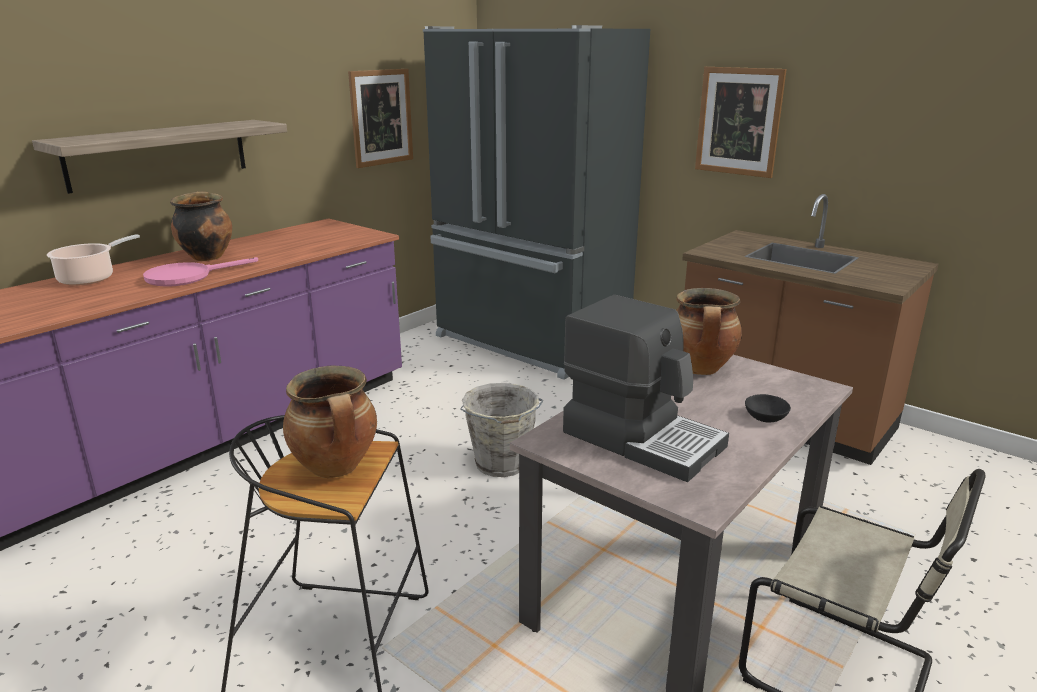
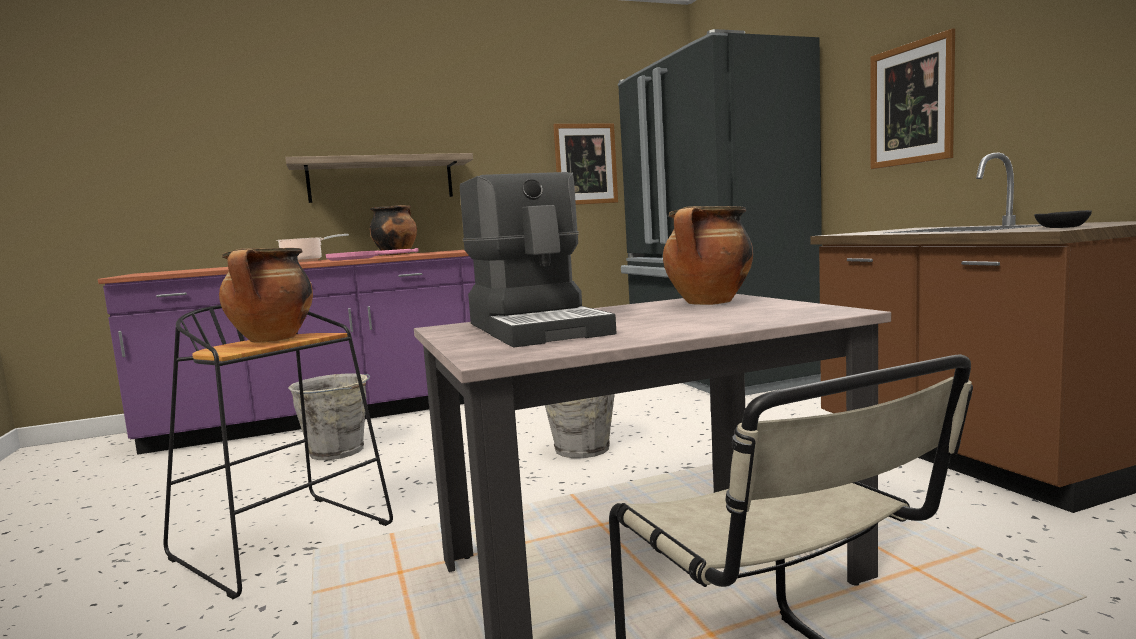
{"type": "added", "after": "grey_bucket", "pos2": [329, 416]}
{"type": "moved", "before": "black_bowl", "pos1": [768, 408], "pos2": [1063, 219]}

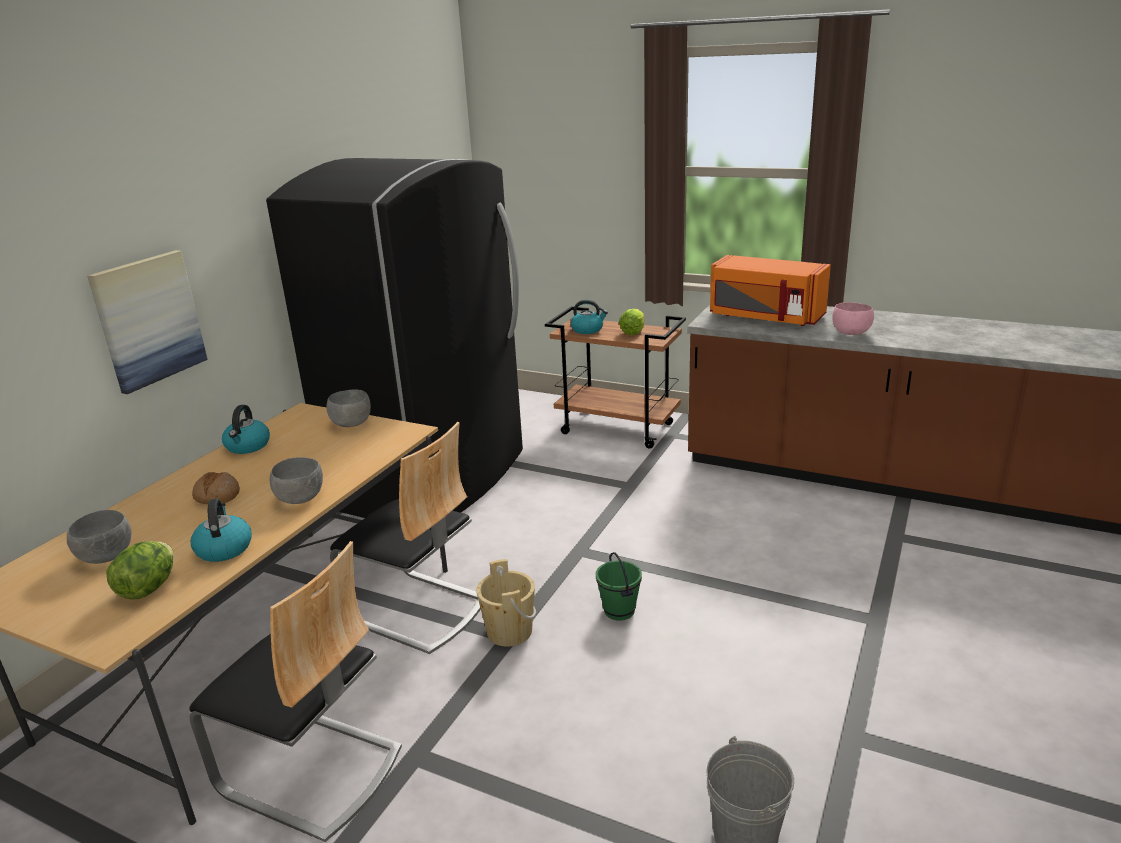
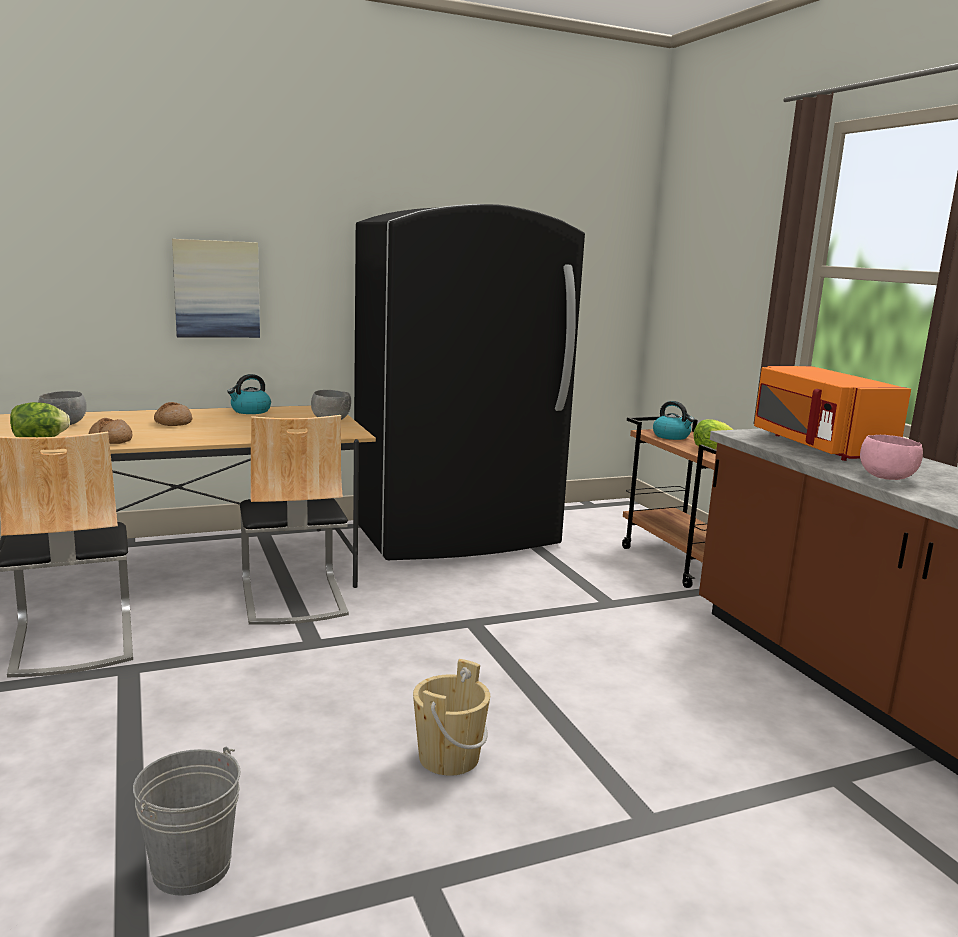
{"type": "removed", "before": "grey_bowl", "pos1": [296, 480]}
{"type": "removed", "before": "green_bucket", "pos1": [619, 586]}
{"type": "moved", "before": "beige_bucket", "pos1": [506, 603], "pos2": [451, 717]}
{"type": "replaced", "before": "kettle", "after": "bread", "pos1": [221, 530], "pos2": [110, 431]}

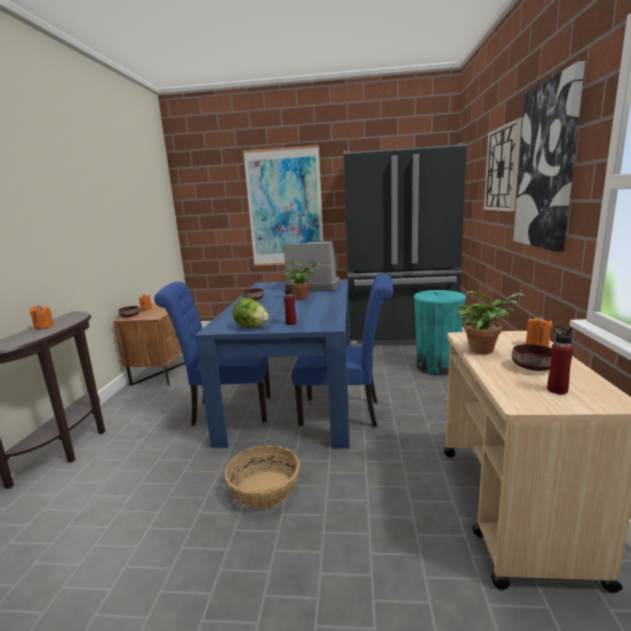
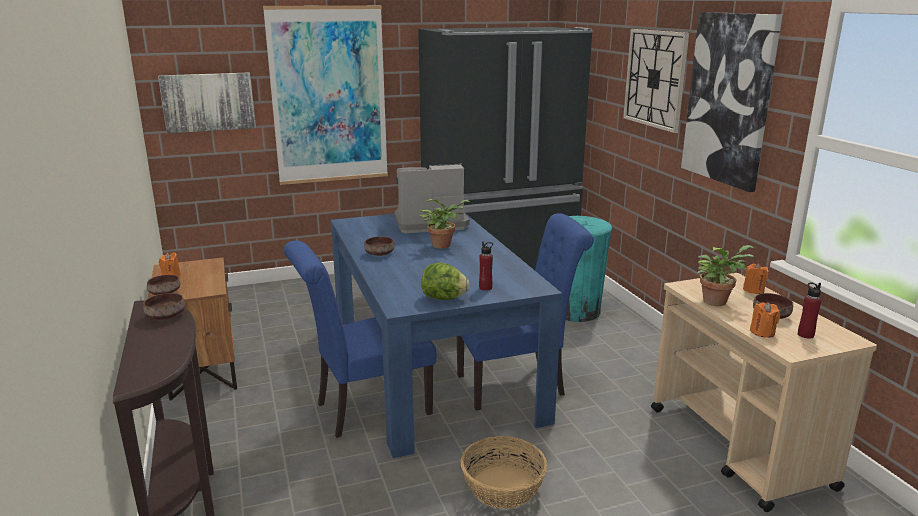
{"type": "added", "after": "brown_bowl", "pos2": [164, 306]}
{"type": "added", "after": "picture", "pos2": [207, 102]}
{"type": "moved", "before": "orange_candle", "pos1": [42, 317], "pos2": [765, 320]}

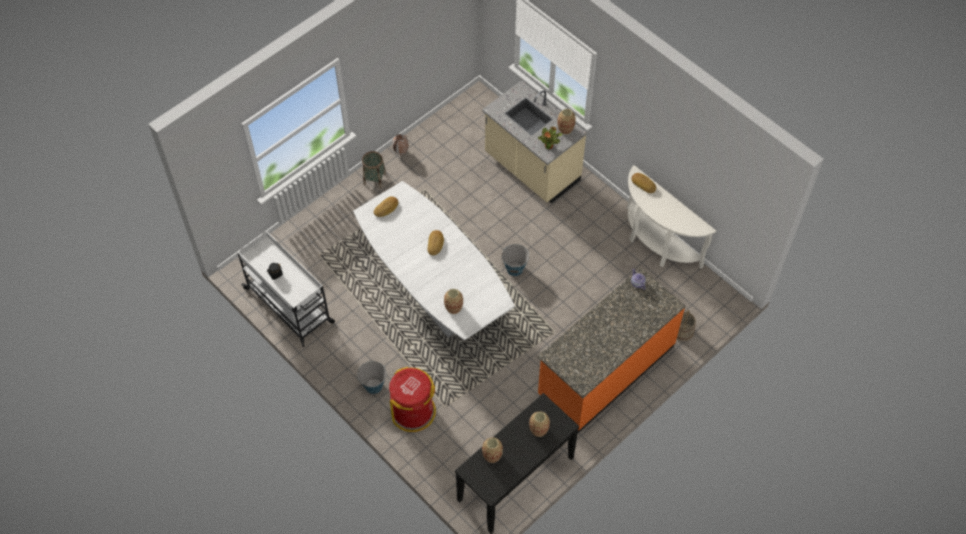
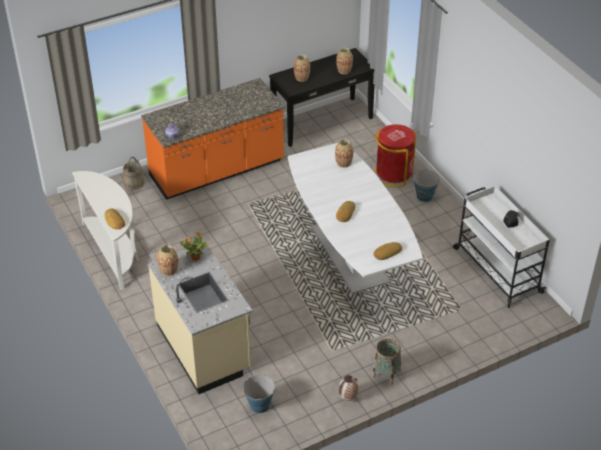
{"type": "moved", "before": "bucket", "pos1": [515, 260], "pos2": [259, 394]}

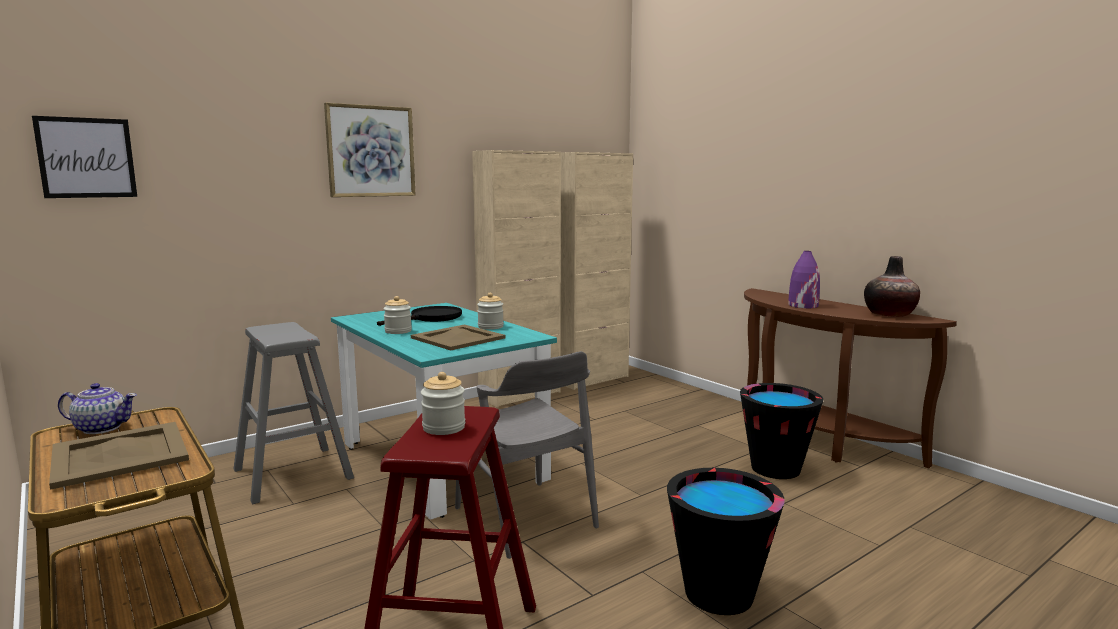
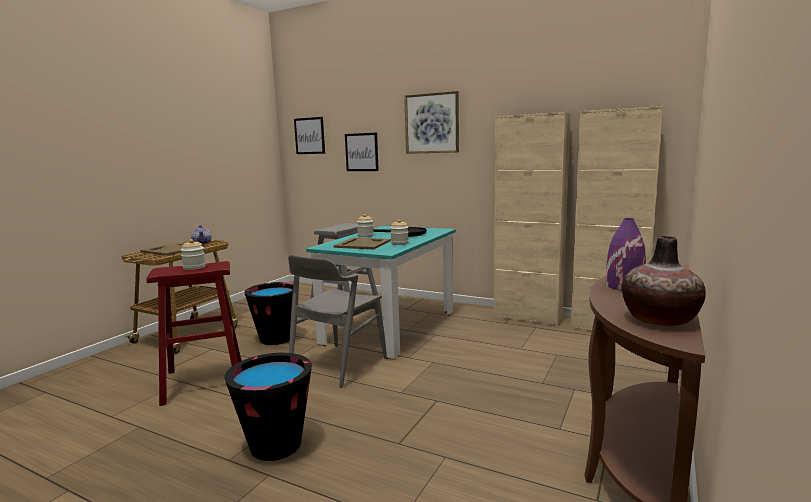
{"type": "added", "after": "picture", "pos2": [362, 152]}
{"type": "moved", "before": "black_bucket", "pos1": [781, 431], "pos2": [269, 313]}

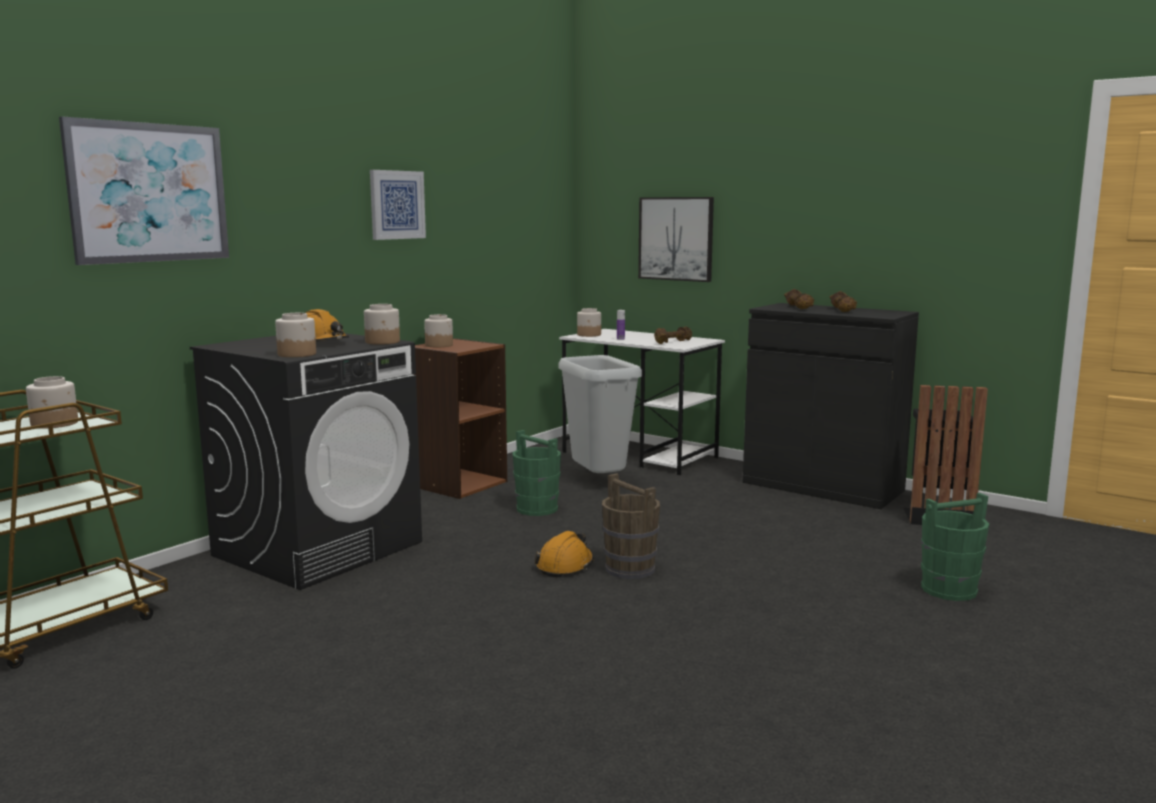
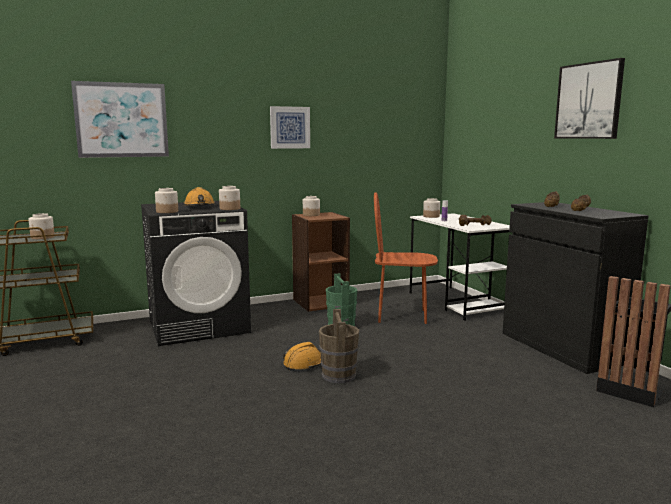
{"type": "removed", "before": "green_bucket", "pos1": [955, 547]}
{"type": "moved", "before": "picture", "pos1": [676, 239], "pos2": [589, 98]}
{"type": "replaced", "before": "grey_trash_can", "after": "brown_chair", "pos1": [600, 414], "pos2": [406, 258]}

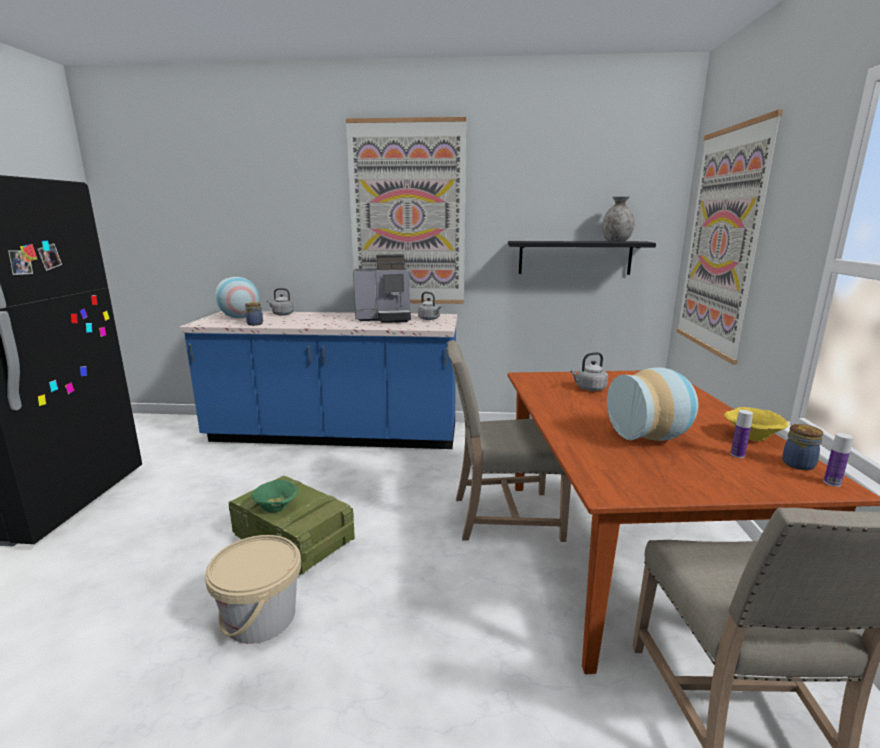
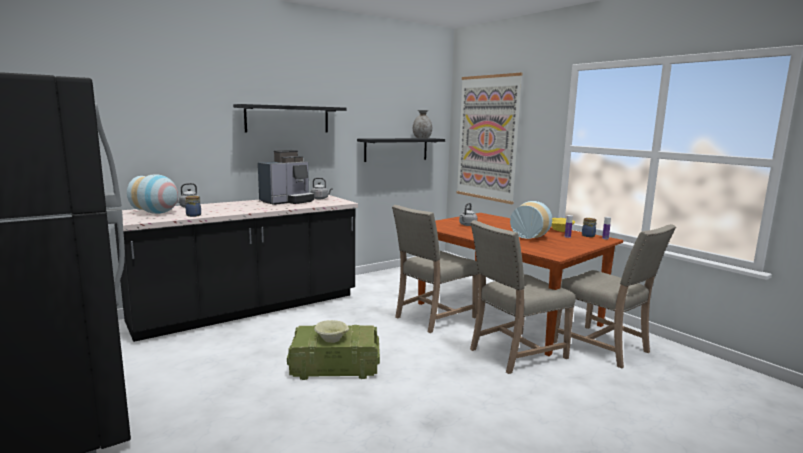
{"type": "removed", "before": "beige_bucket", "pos1": [253, 589]}
{"type": "added", "after": "beige_chair", "pos2": [523, 297]}
{"type": "replaced", "before": "picture", "after": "black_shelf", "pos1": [406, 210], "pos2": [290, 118]}
{"type": "recoloured", "before": "blue_counter", "after": "black_counter", "pos1": [318, 380], "pos2": [236, 268]}
{"type": "recoloured", "before": "green_bowl", "after": "beige_bowl", "pos1": [274, 496], "pos2": [331, 331]}

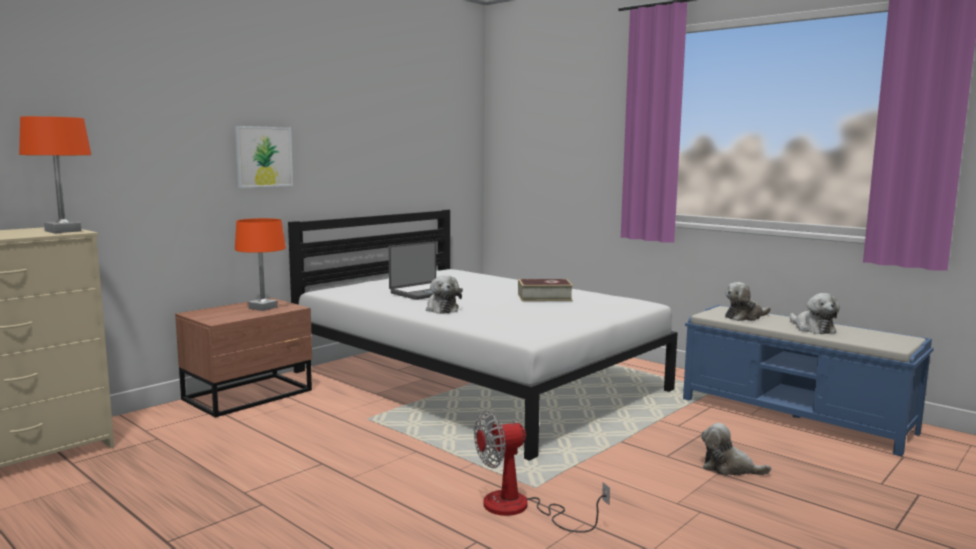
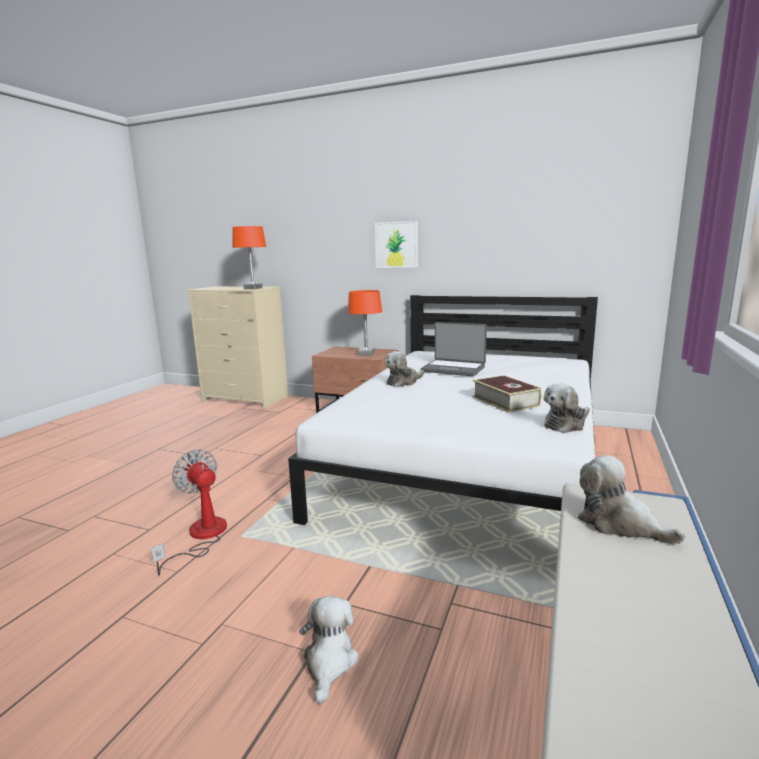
{"type": "moved", "before": "plush_toy", "pos1": [815, 313], "pos2": [567, 408]}

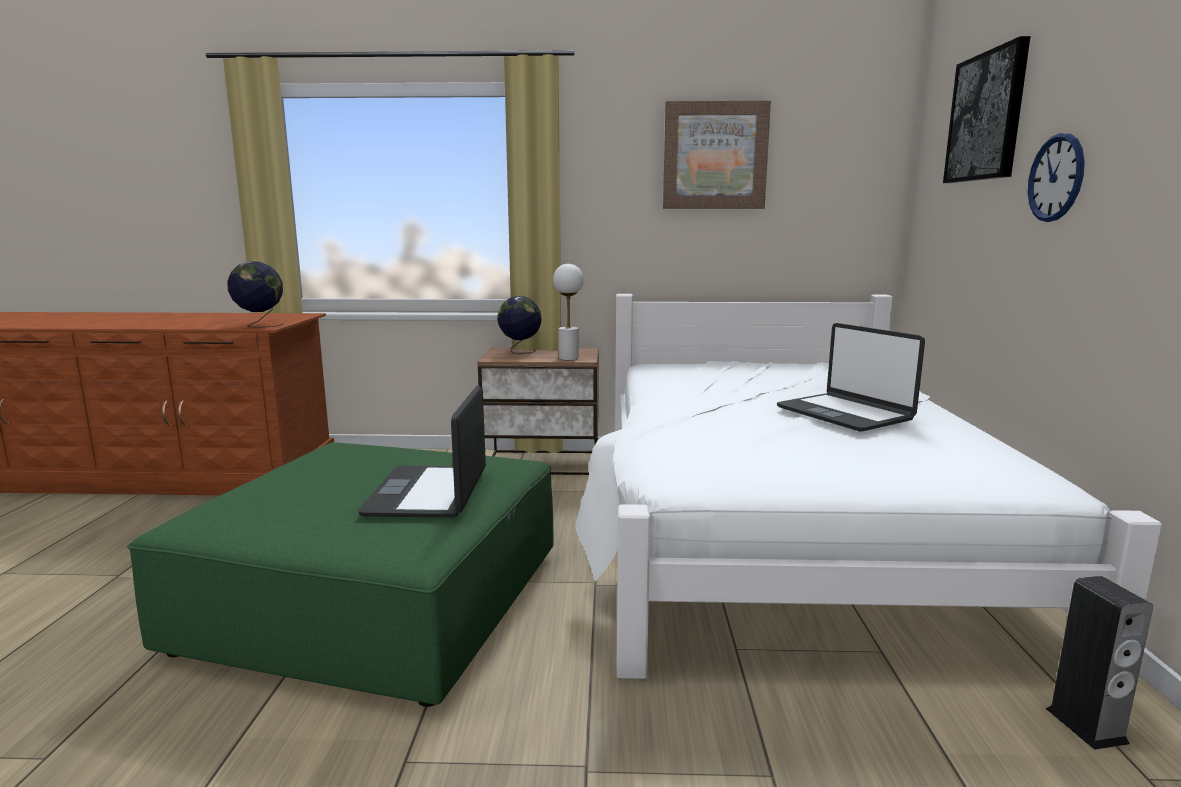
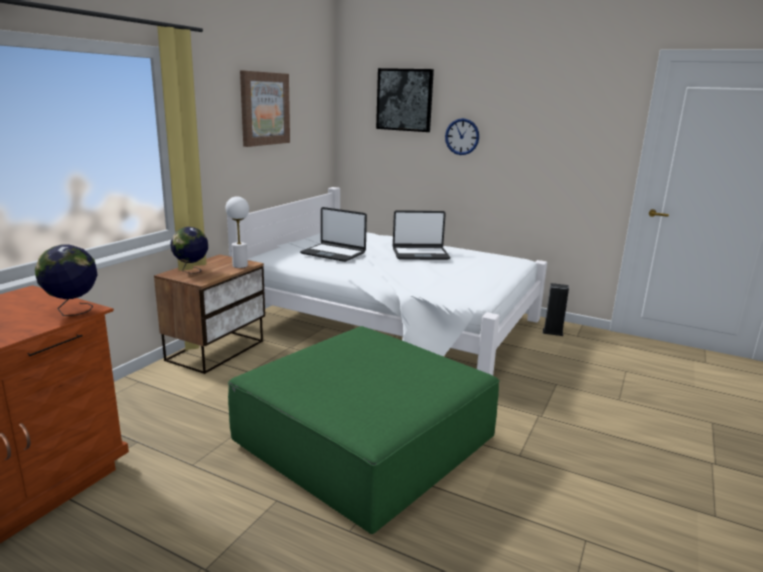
{"type": "moved", "before": "laptop", "pos1": [422, 452], "pos2": [333, 234]}

